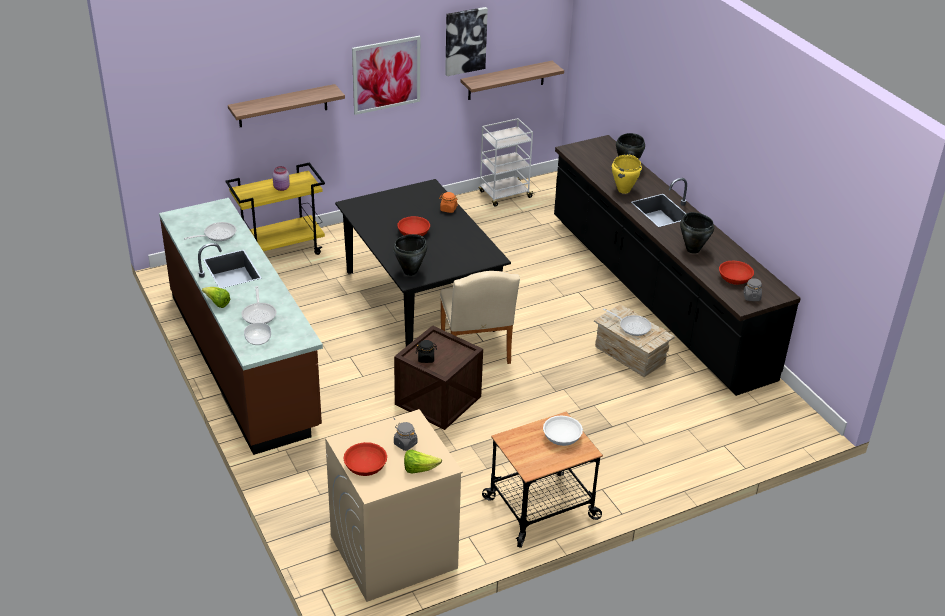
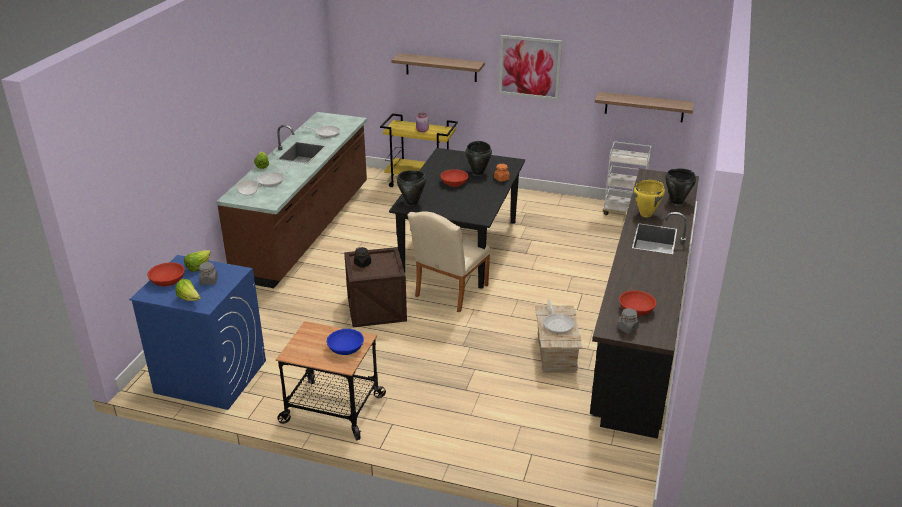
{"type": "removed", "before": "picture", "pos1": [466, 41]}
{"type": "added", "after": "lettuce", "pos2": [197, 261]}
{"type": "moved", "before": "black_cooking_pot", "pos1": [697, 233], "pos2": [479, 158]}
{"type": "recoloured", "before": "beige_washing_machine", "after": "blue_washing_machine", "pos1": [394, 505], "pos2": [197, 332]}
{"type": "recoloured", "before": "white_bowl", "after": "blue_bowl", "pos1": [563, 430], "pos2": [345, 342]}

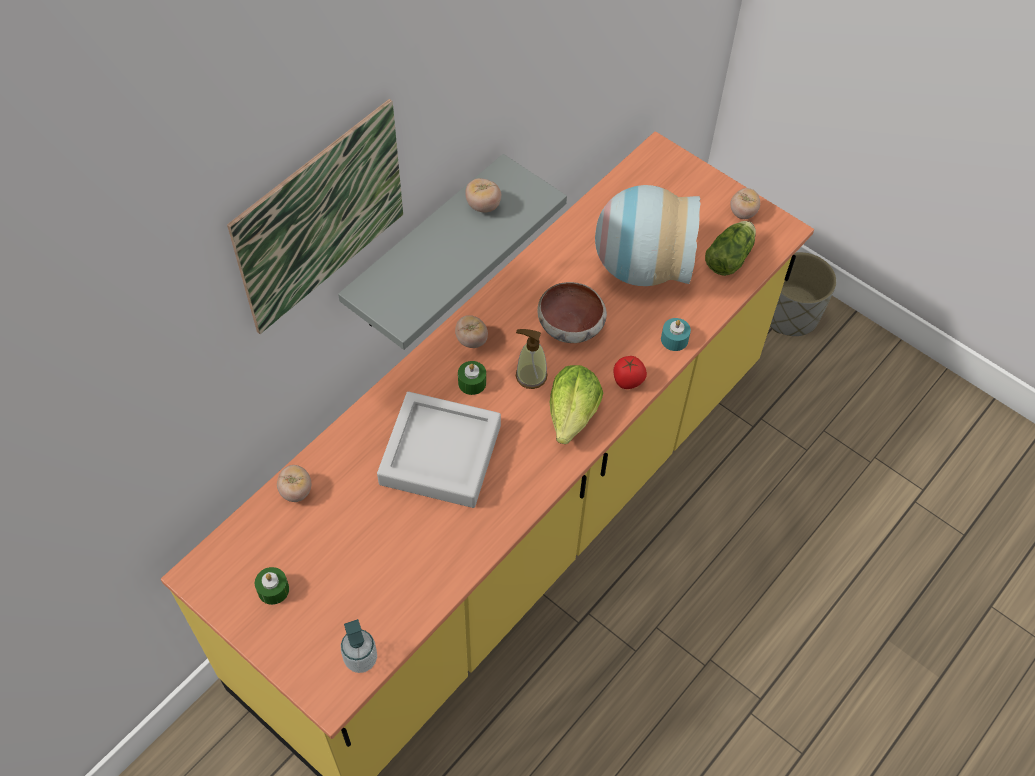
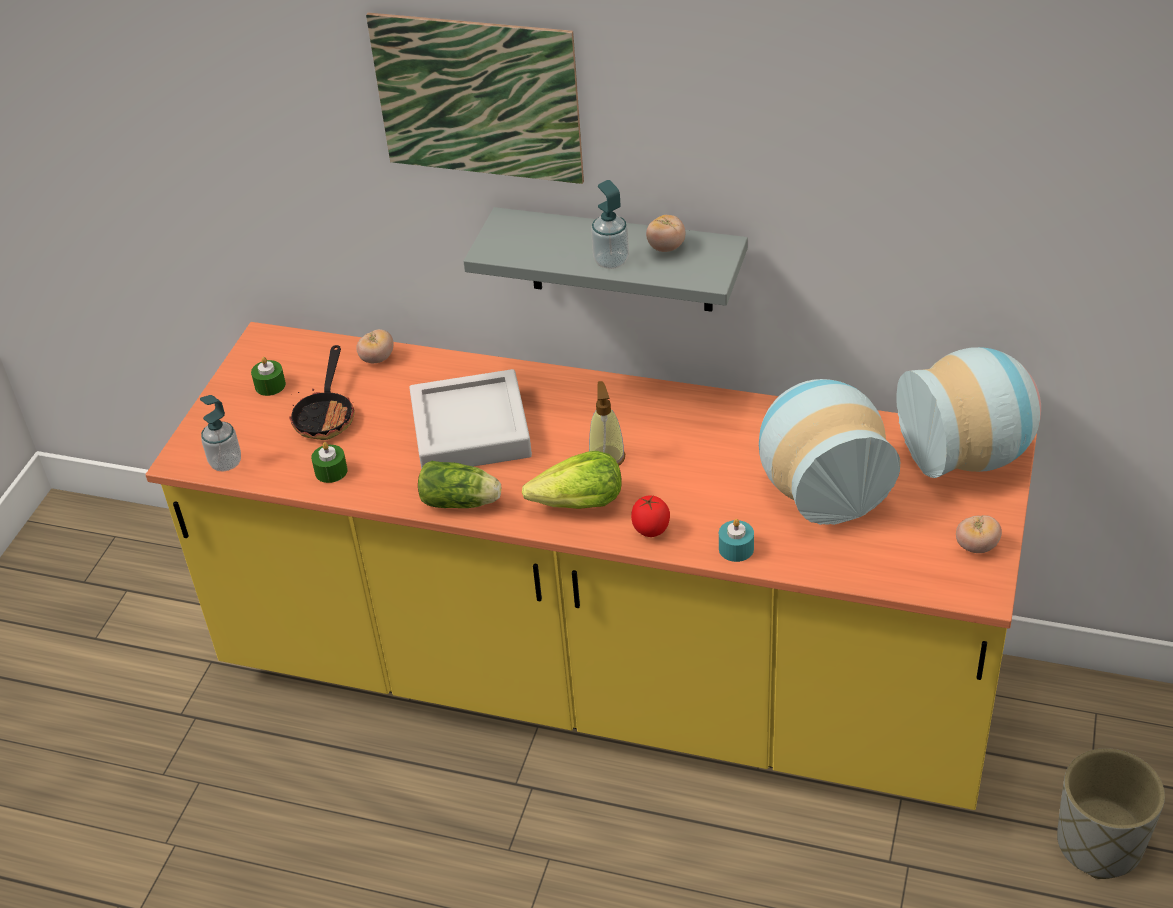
{"type": "removed", "before": "tomato", "pos1": [471, 331]}
{"type": "removed", "before": "bowl", "pos1": [572, 312]}
{"type": "added", "after": "frying_pan", "pos2": [322, 392]}
{"type": "added", "after": "soap_dispenser", "pos2": [610, 224]}
{"type": "added", "after": "vase", "pos2": [968, 412]}
{"type": "moved", "before": "green_candle", "pos1": [472, 378], "pos2": [329, 462]}
{"type": "moved", "before": "lettuce", "pos1": [730, 248], "pos2": [459, 484]}

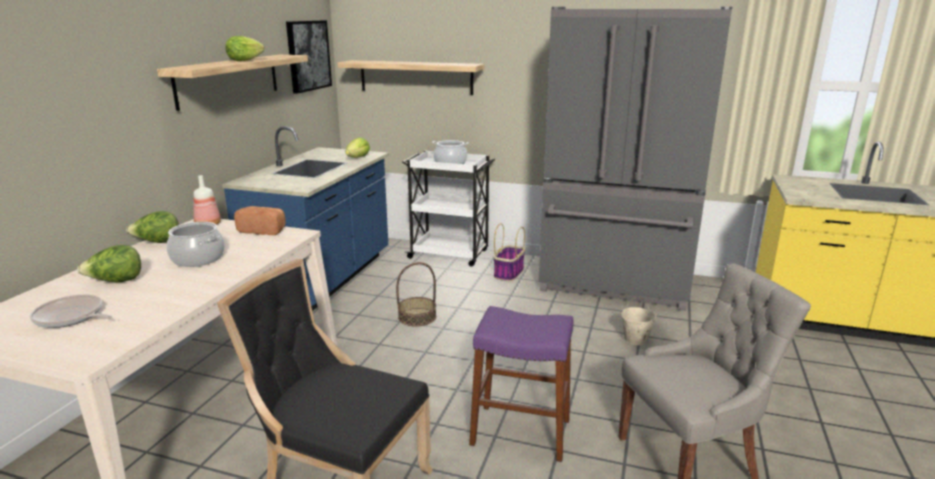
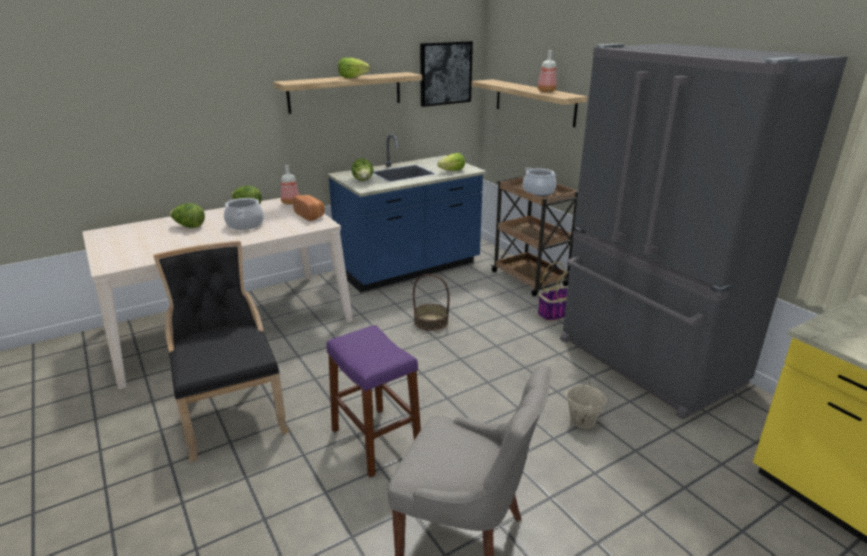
{"type": "removed", "before": "frying_pan", "pos1": [71, 311]}
{"type": "added", "after": "lettuce", "pos2": [363, 169]}
{"type": "added", "after": "bottle", "pos2": [547, 71]}
{"type": "recoloured", "before": "white_cart", "after": "brown_cart", "pos1": [448, 208], "pos2": [534, 236]}

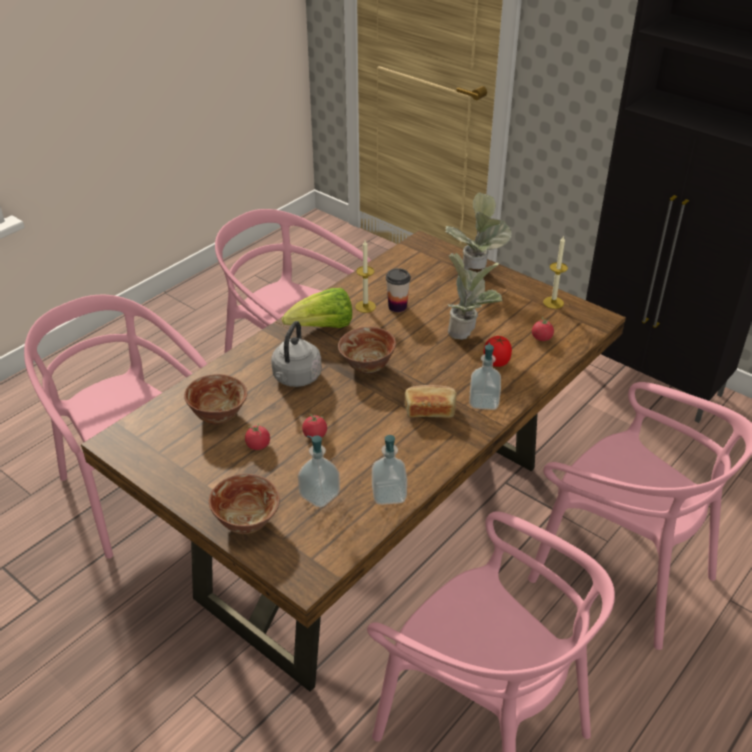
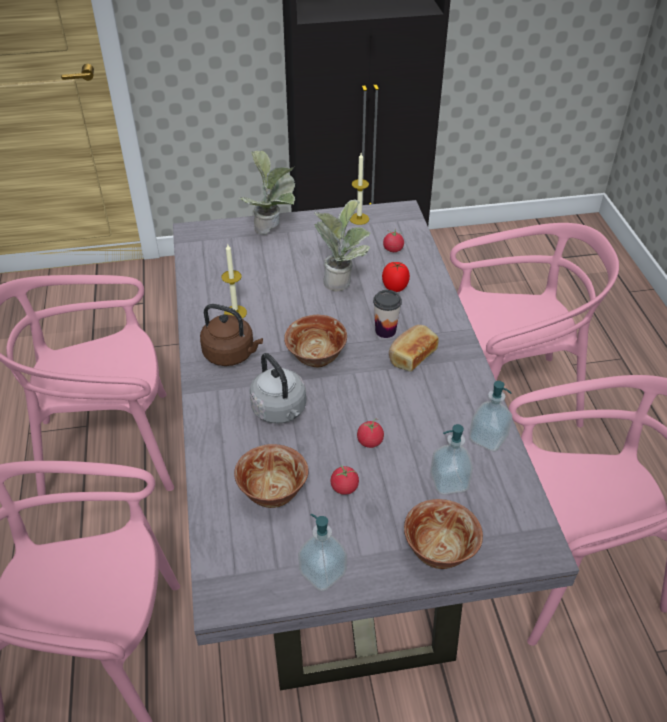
{"type": "moved", "before": "cup", "pos1": [398, 290], "pos2": [387, 314]}
{"type": "moved", "before": "soap_dispenser", "pos1": [485, 376], "pos2": [322, 552]}
{"type": "replaced", "before": "lettuce", "after": "brown_kettle", "pos1": [317, 308], "pos2": [231, 335]}
{"type": "recoloured", "before": "brown_dining_table", "after": "grey_dining_table", "pos1": [353, 461], "pos2": [376, 445]}

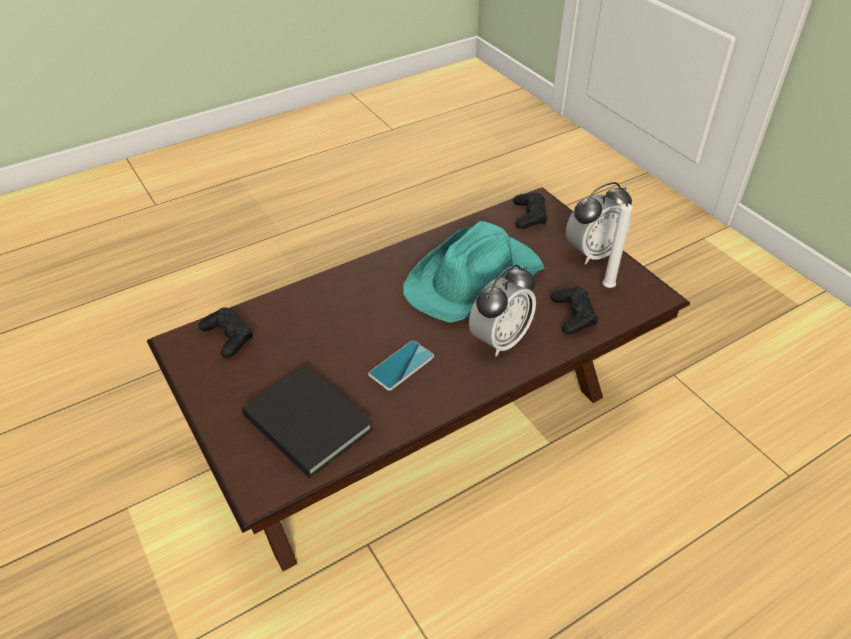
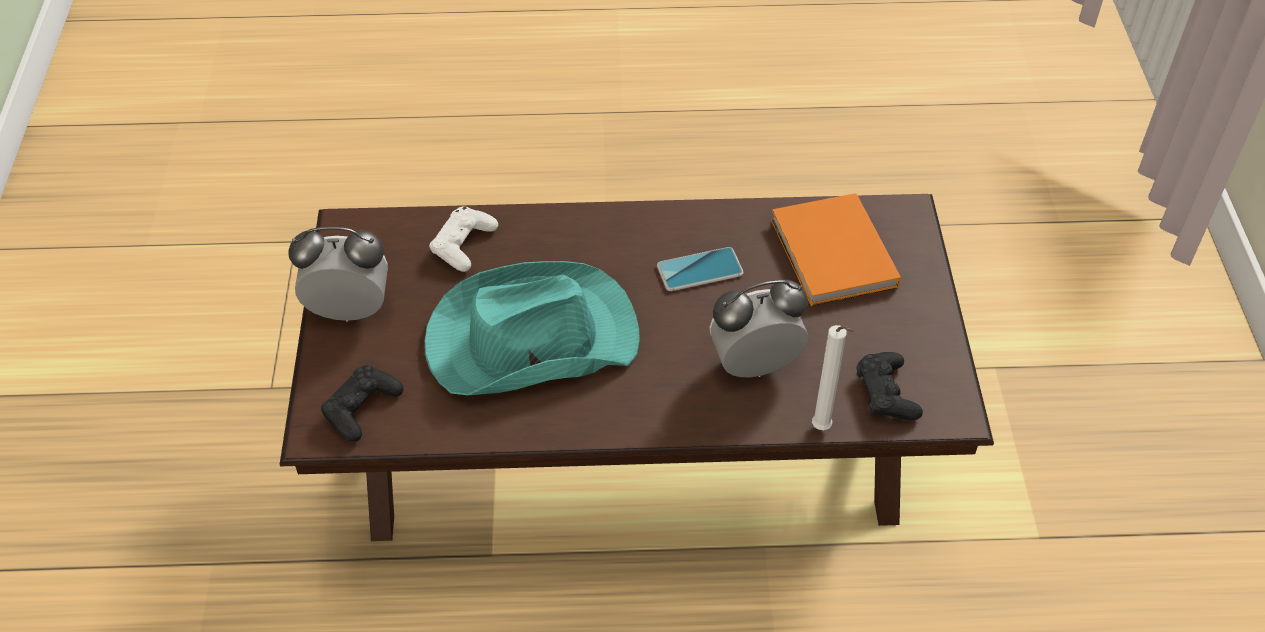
{"type": "moved", "before": "alarm_clock", "pos1": [502, 311], "pos2": [759, 328]}
{"type": "moved", "before": "white_candle", "pos1": [617, 241], "pos2": [833, 377]}
{"type": "recoloured", "before": "black_book", "after": "orange_book", "pos1": [307, 421], "pos2": [836, 249]}
{"type": "recoloured", "before": "black_game_controller", "after": "white_game_controller", "pos1": [574, 310], "pos2": [464, 239]}

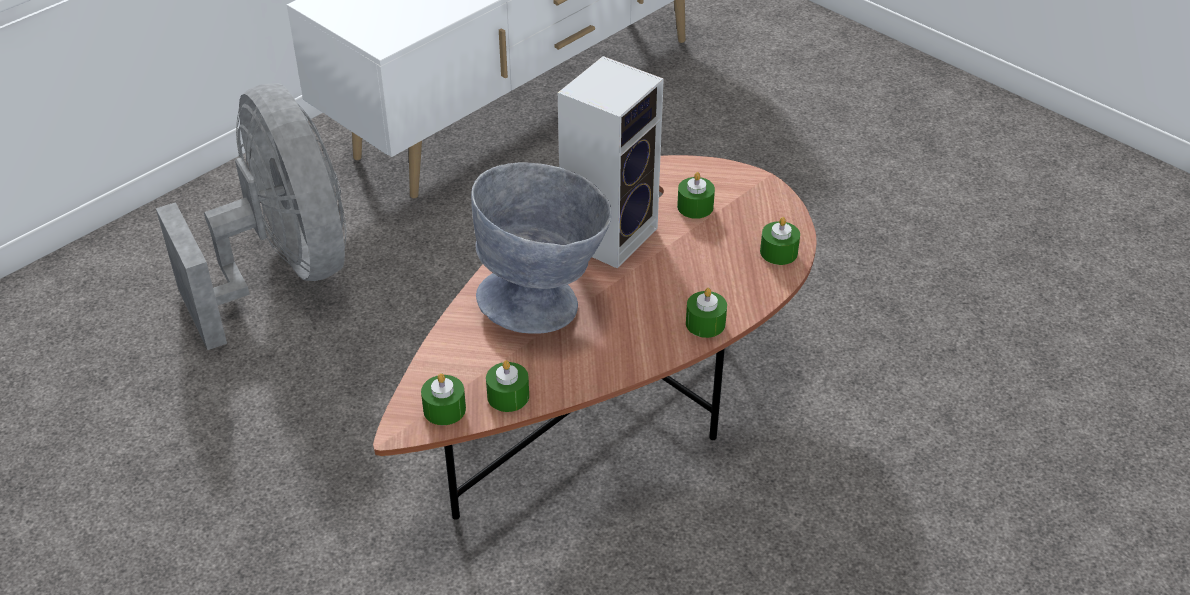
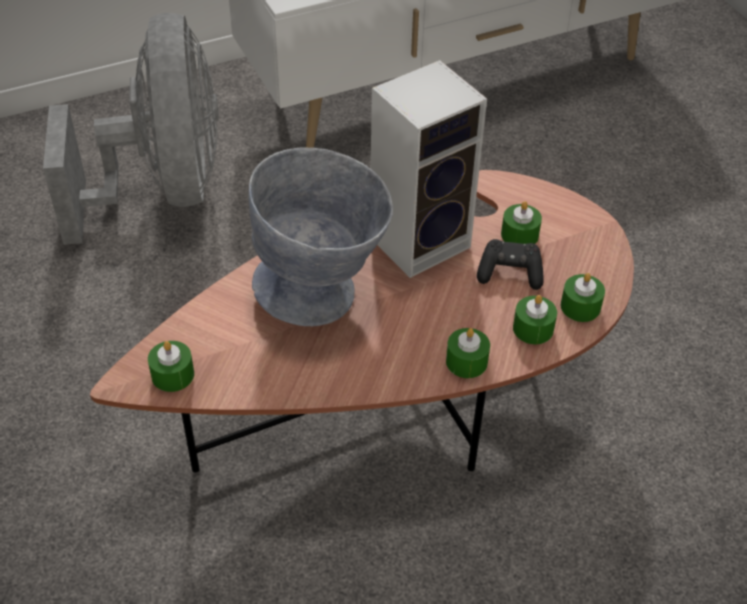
{"type": "added", "after": "black_game_controller", "pos2": [510, 264]}
{"type": "moved", "before": "green_candle", "pos1": [507, 386], "pos2": [535, 319]}

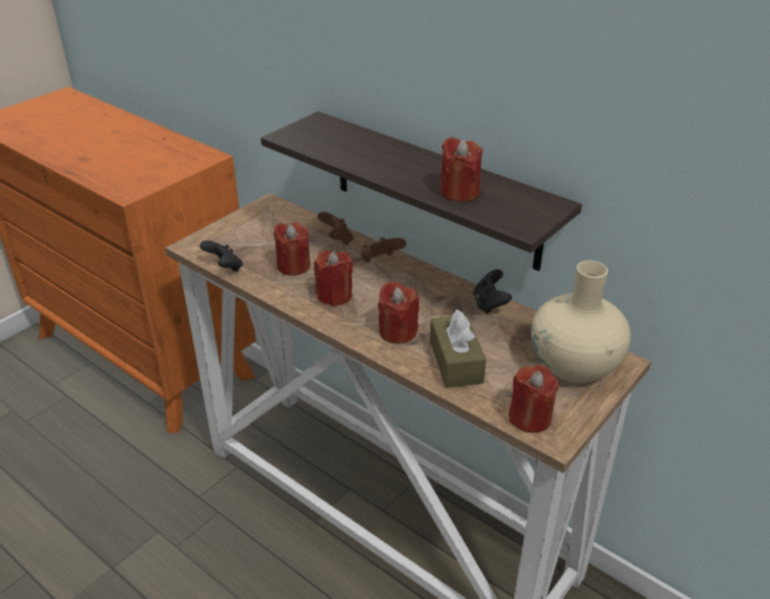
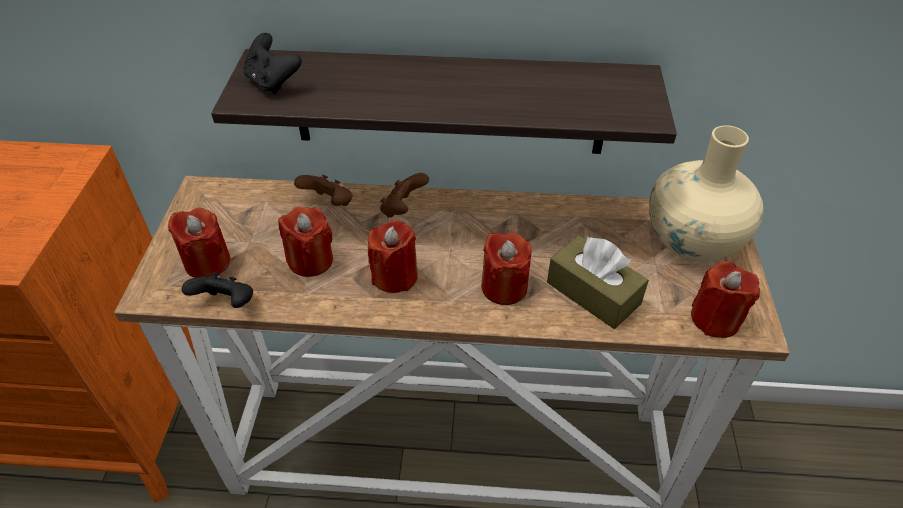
{"type": "moved", "before": "red_candle", "pos1": [461, 169], "pos2": [199, 243]}
{"type": "moved", "before": "black_game_controller", "pos1": [492, 291], "pos2": [272, 63]}

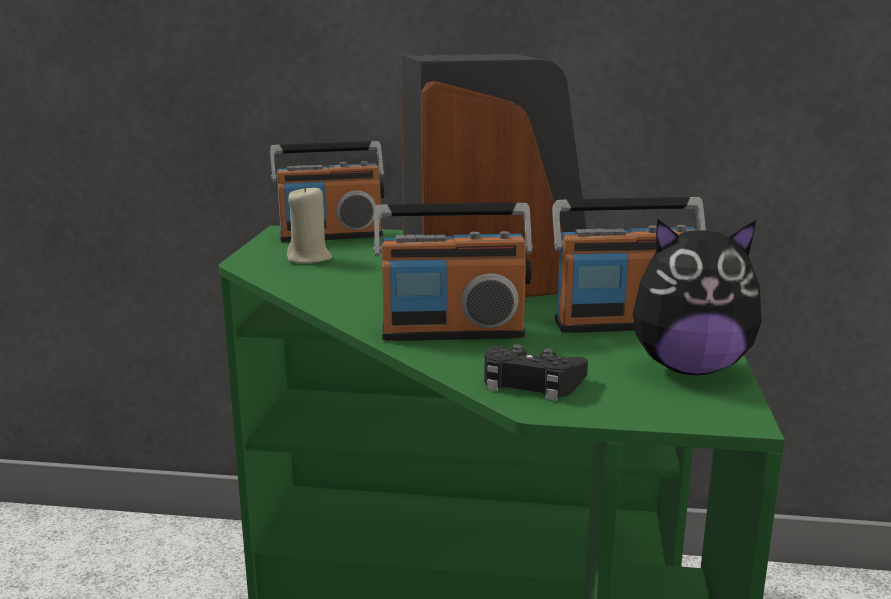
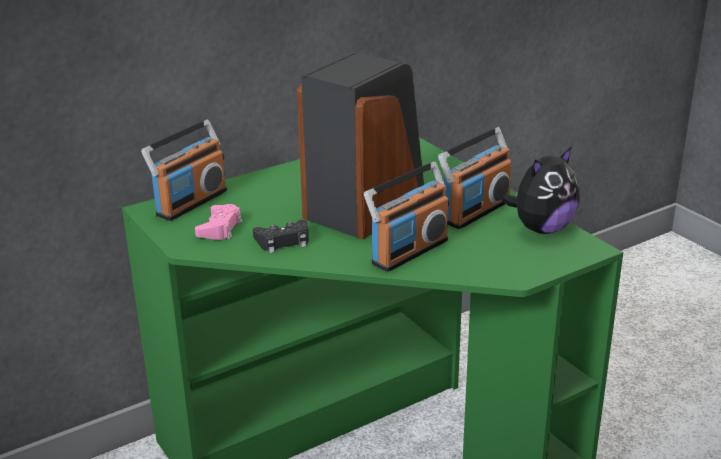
{"type": "moved", "before": "black_game_controller", "pos1": [536, 372], "pos2": [281, 236]}
{"type": "replaced", "before": "beige_candle", "after": "pink_game_controller", "pos1": [309, 224], "pos2": [218, 222]}

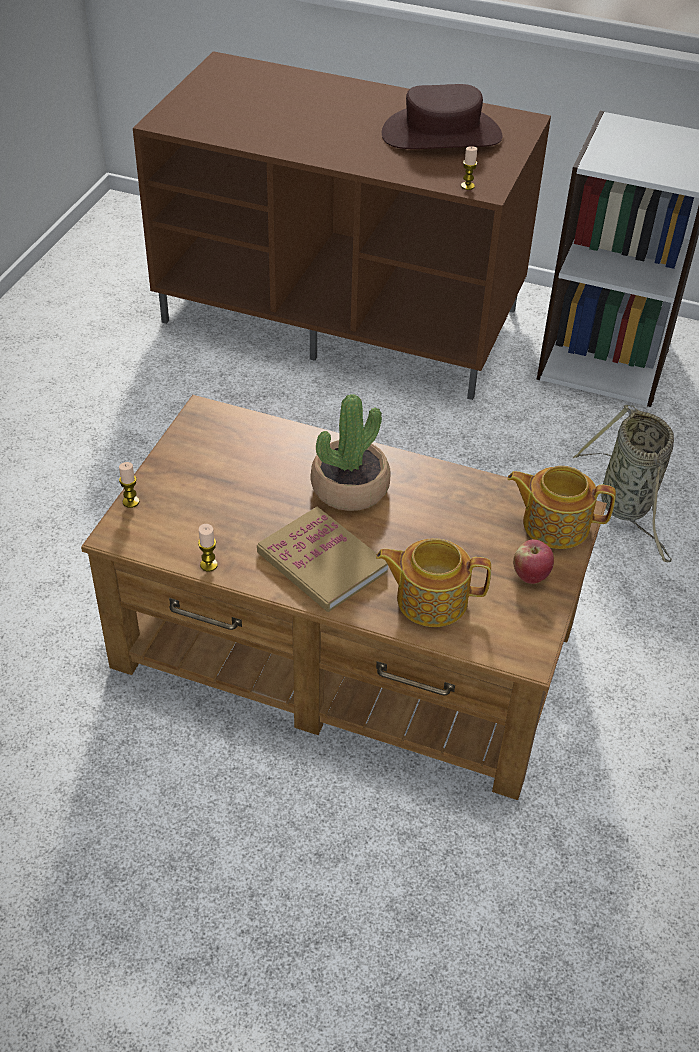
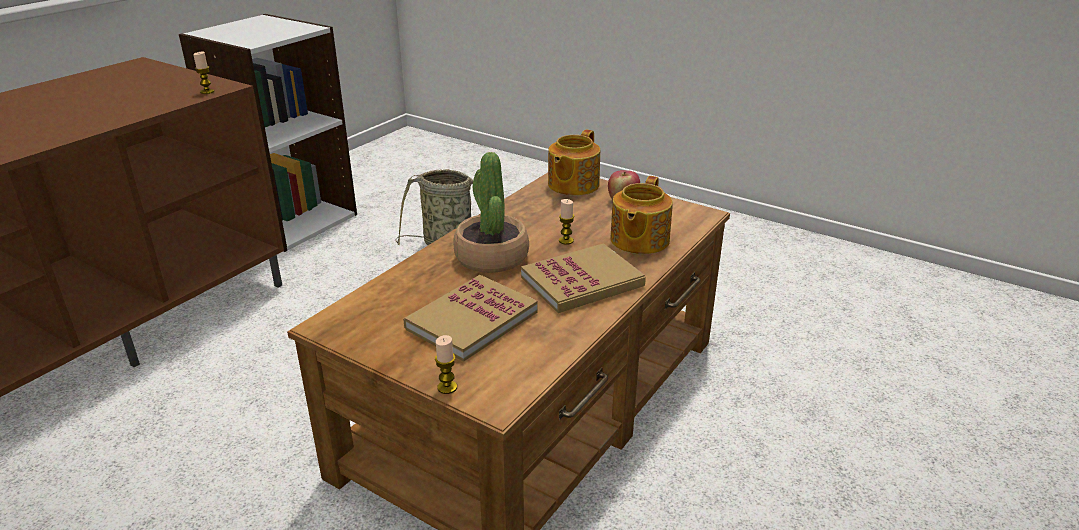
{"type": "removed", "before": "brown_hat", "pos1": [442, 116]}
{"type": "added", "after": "book", "pos2": [470, 318]}
{"type": "moved", "before": "candle", "pos1": [208, 548], "pos2": [567, 222]}

